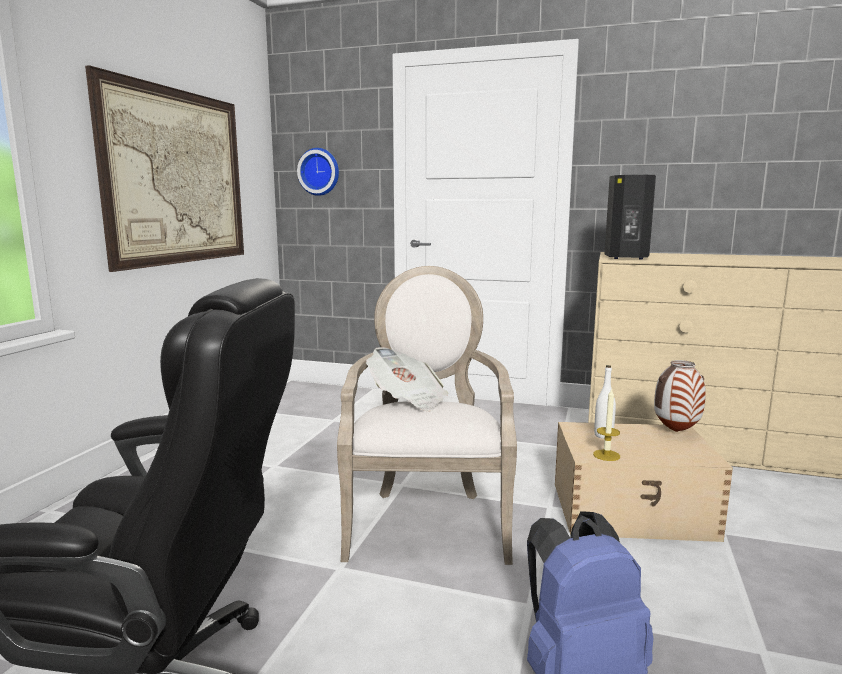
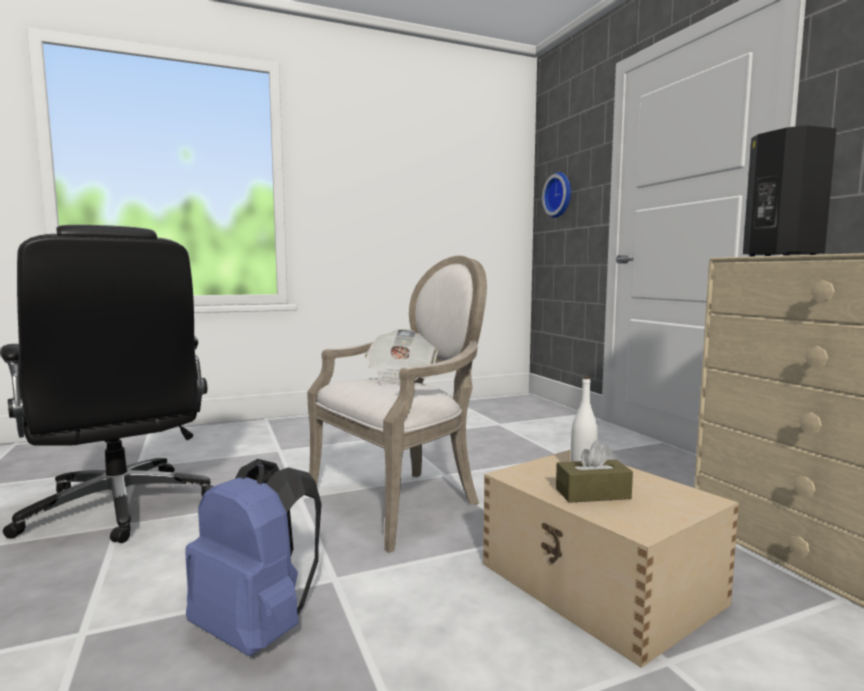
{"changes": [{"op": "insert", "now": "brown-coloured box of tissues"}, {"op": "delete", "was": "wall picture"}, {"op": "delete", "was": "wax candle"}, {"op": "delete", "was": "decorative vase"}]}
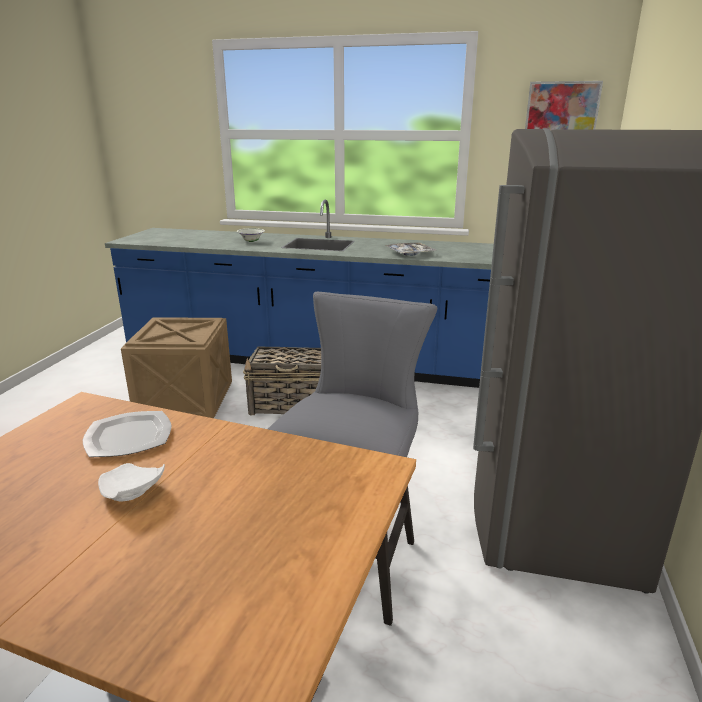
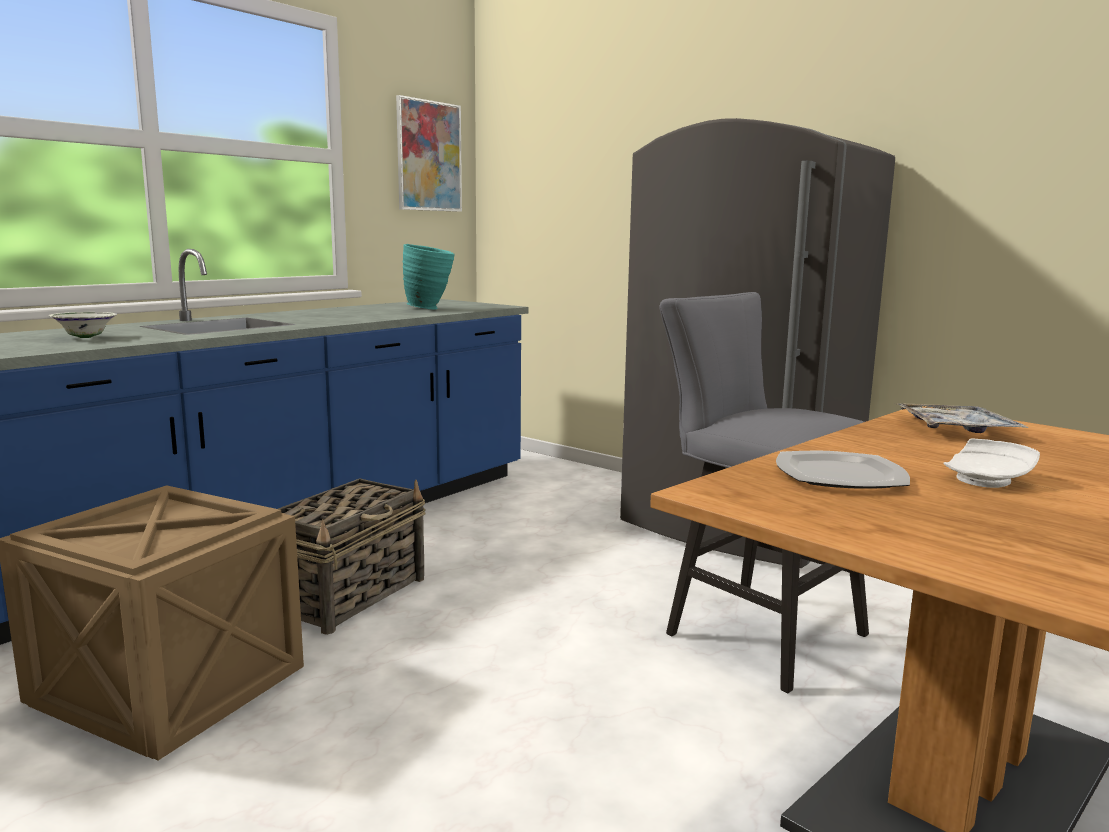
{"changes": [{"op": "insert", "now": "blue-green decorative vase"}, {"op": "move", "was": "serving tray"}]}
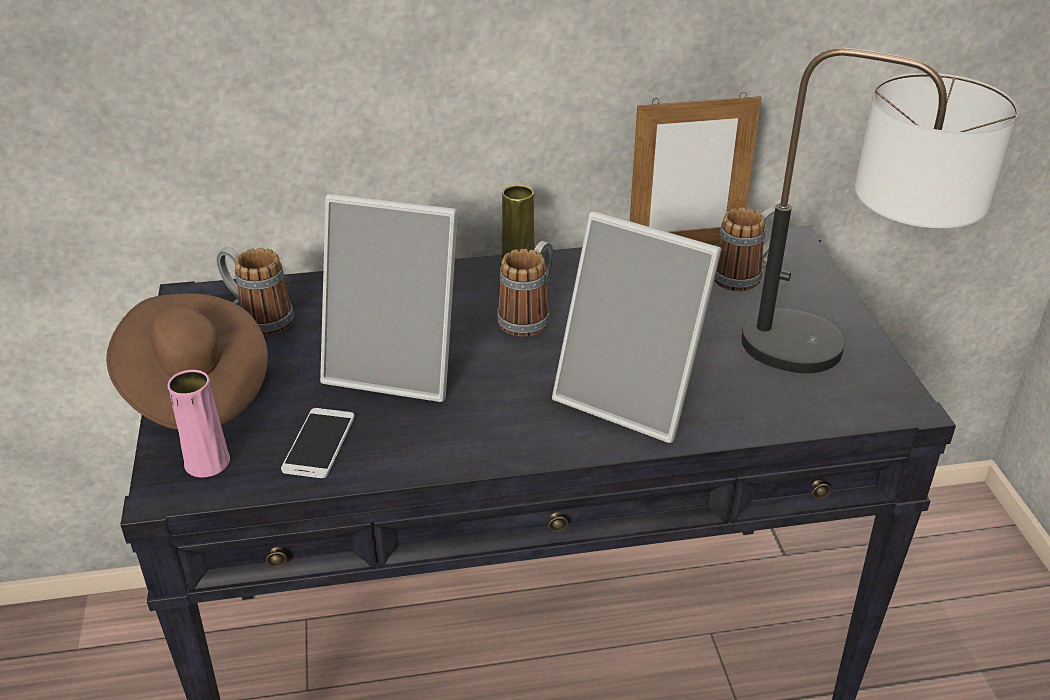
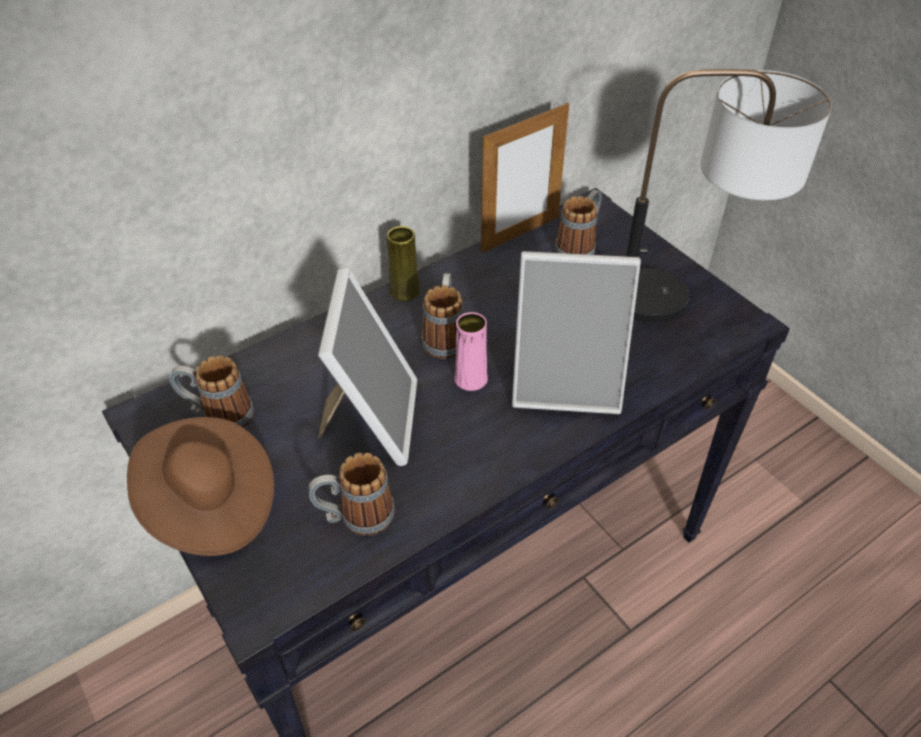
{"changes": [{"op": "replace", "was": "phone", "now": "coffee mug (2nd from left)"}, {"op": "rotate", "was": "picture frame (1st from left)", "clockwise": -75}, {"op": "move", "was": "pinkish decorative vase"}]}
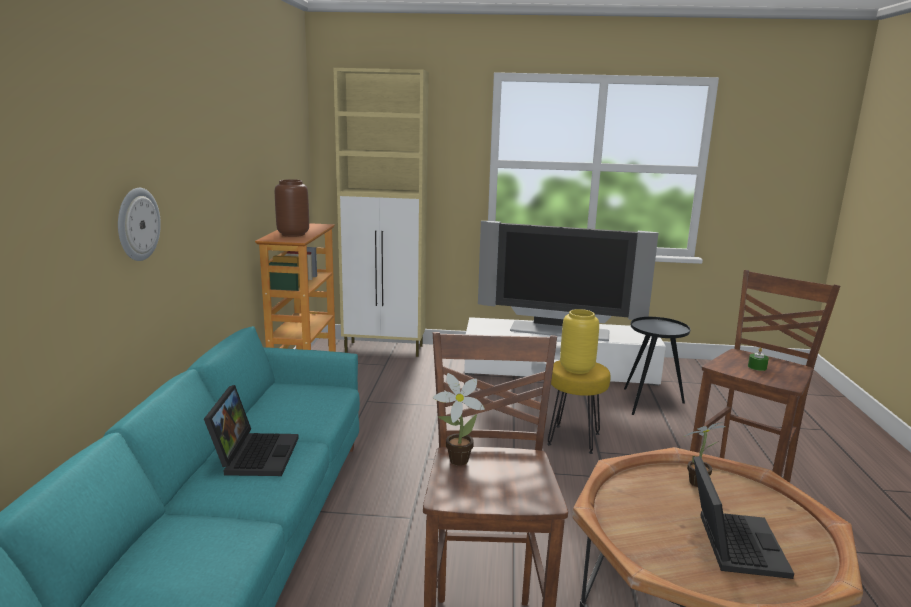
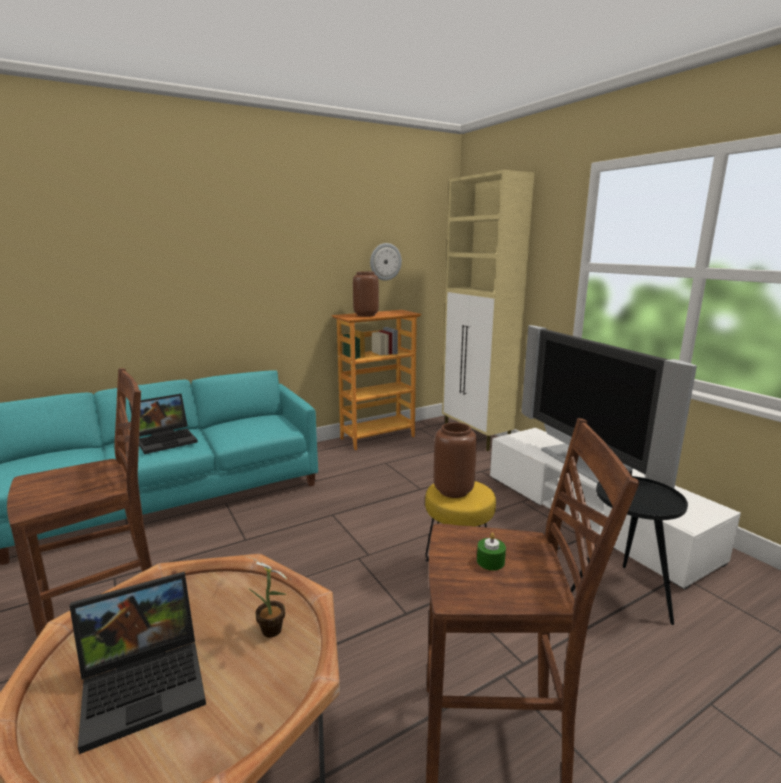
{"changes": [{"op": "move", "was": "hanging clock"}, {"op": "recolor", "was": "yellow-coloured decorative vase", "now": "brown-coloured decorative vase (2nd from left)"}, {"op": "delete", "was": "potted plant (1st from left)"}]}
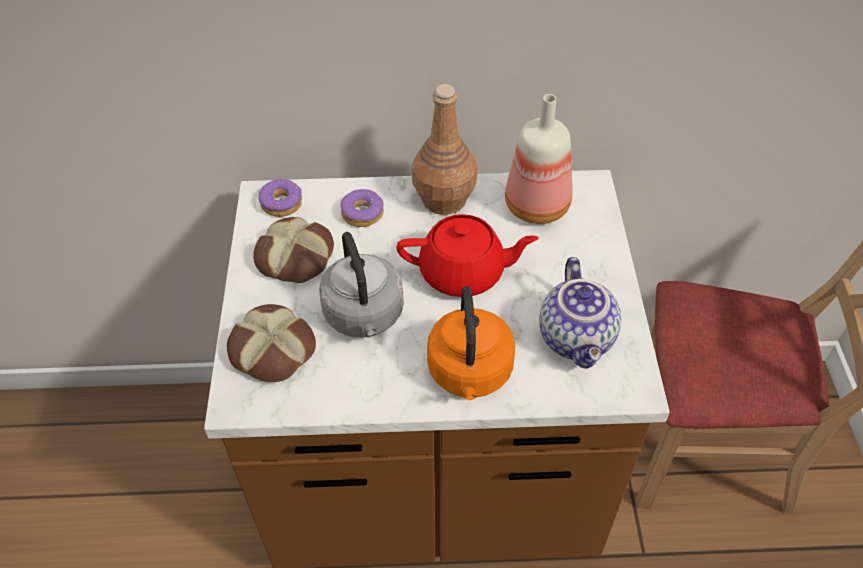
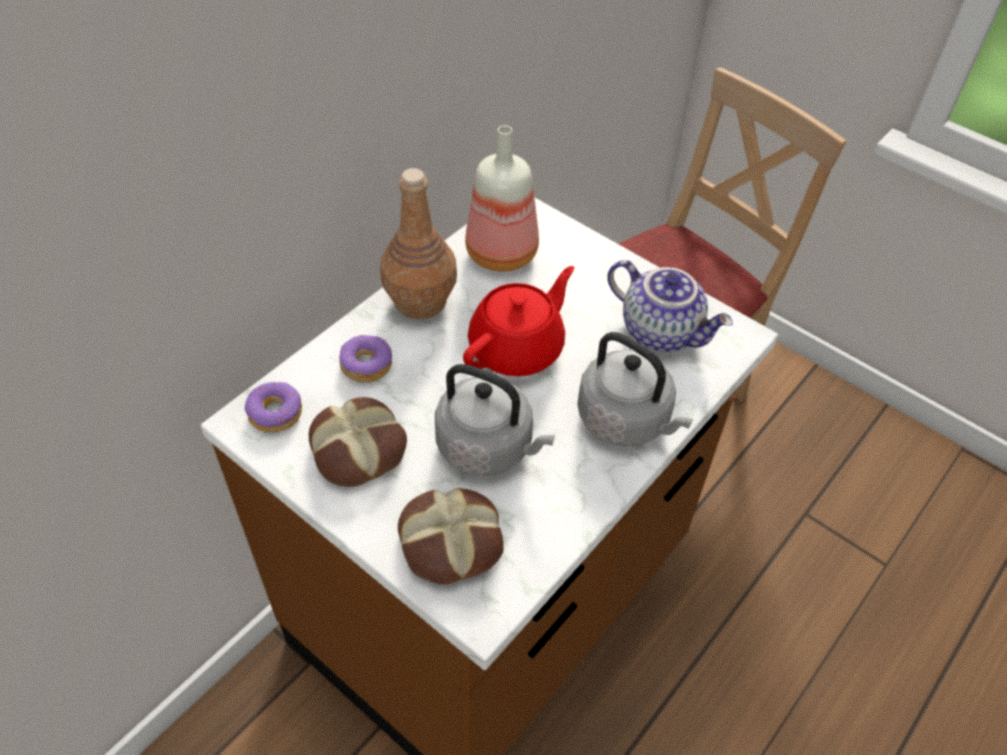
{"changes": [{"op": "recolor", "was": "orange tea kettle", "now": "greyish tea kettle (2nd from left)"}]}
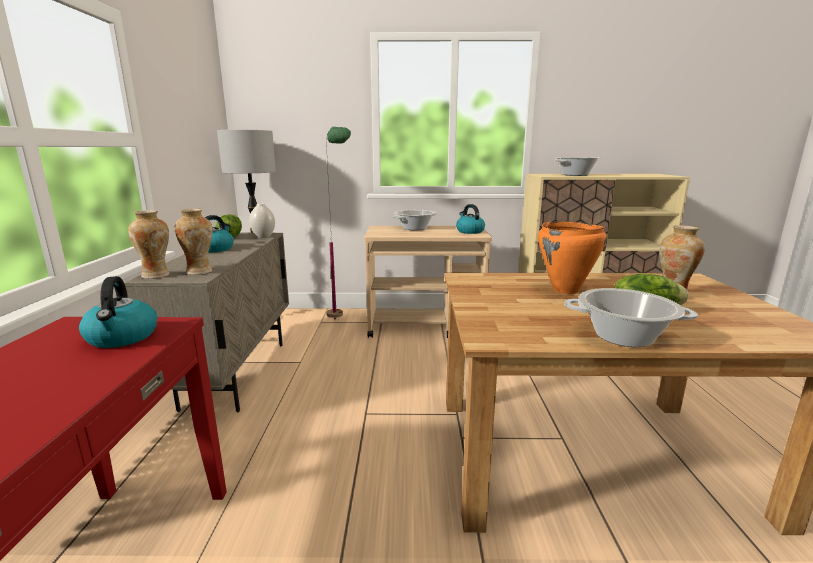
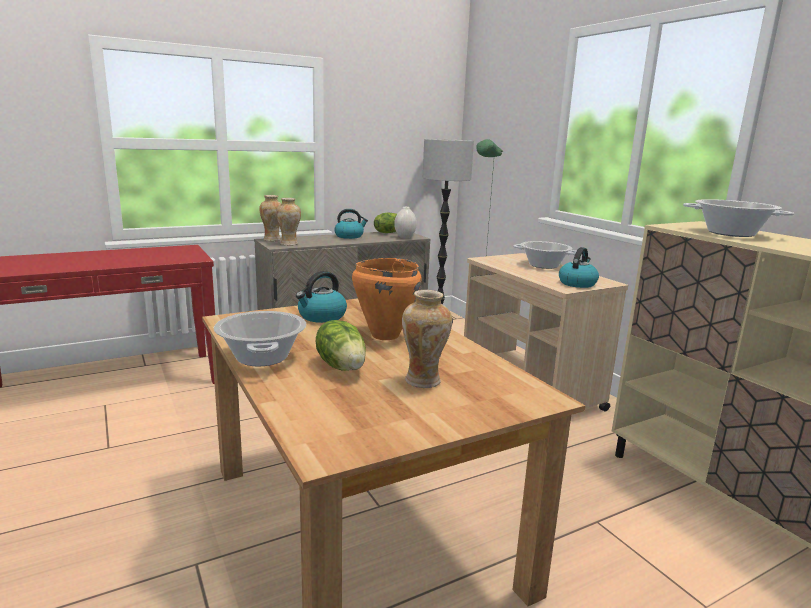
{"changes": [{"op": "move", "was": "tea kettle (1st from left)"}]}
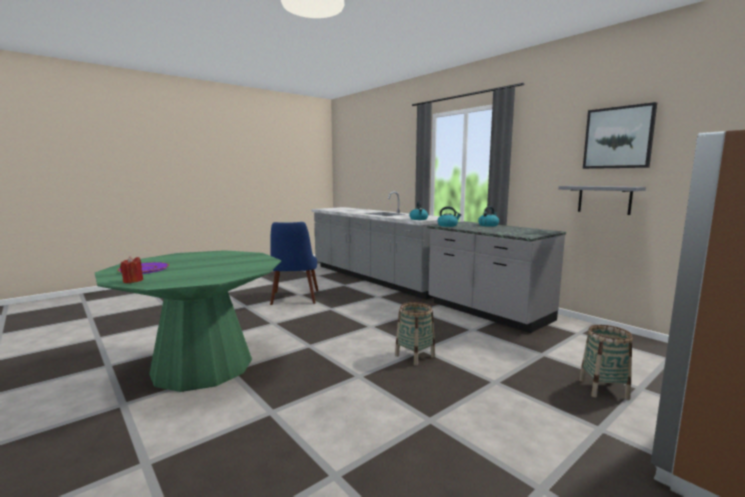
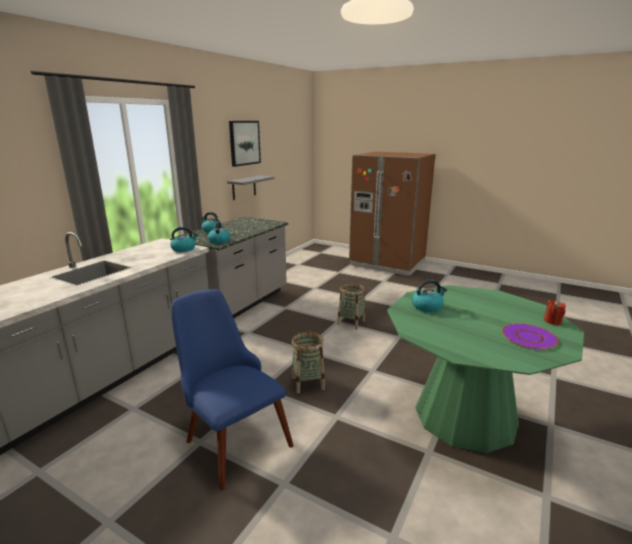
{"changes": [{"op": "rotate", "was": "blue-coloured plain chair", "clockwise": -105}, {"op": "move", "was": "household basket (2nd from left in the first image)", "now": "household basket (1st from left)"}, {"op": "insert", "now": "tea kettle (4th from left)"}]}
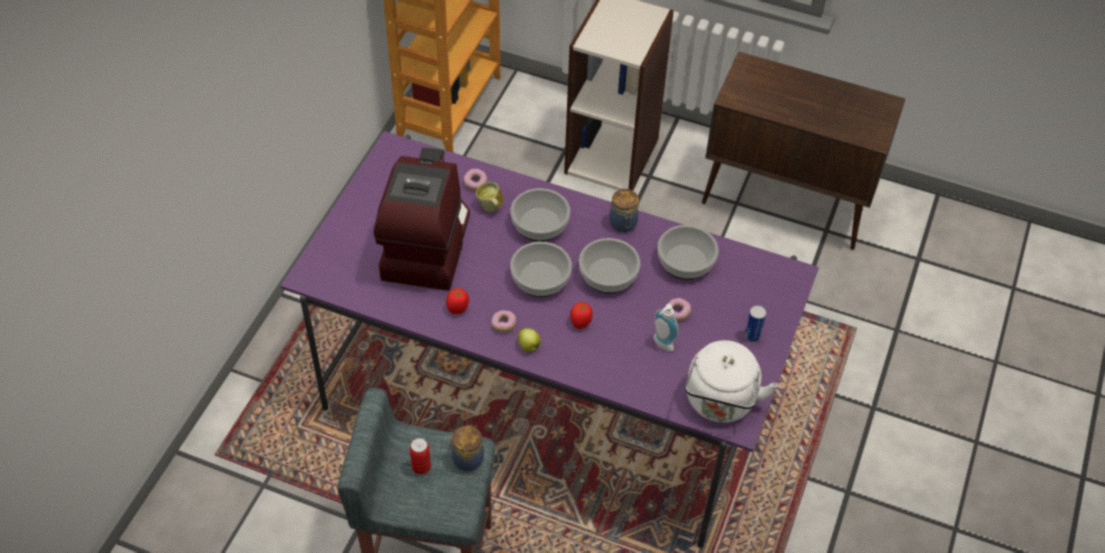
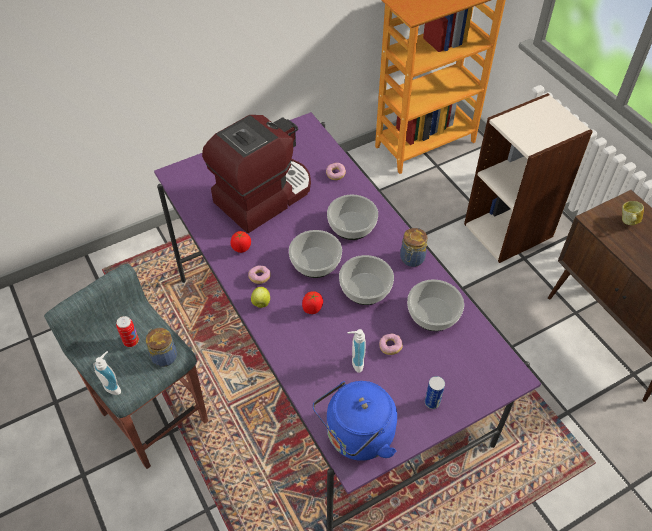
{"changes": [{"op": "insert", "now": "soap bottle (1st from left)"}, {"op": "recolor", "was": "whitish tea kettle", "now": "blue-coloured tea kettle"}, {"op": "move", "was": "coffee mug"}]}
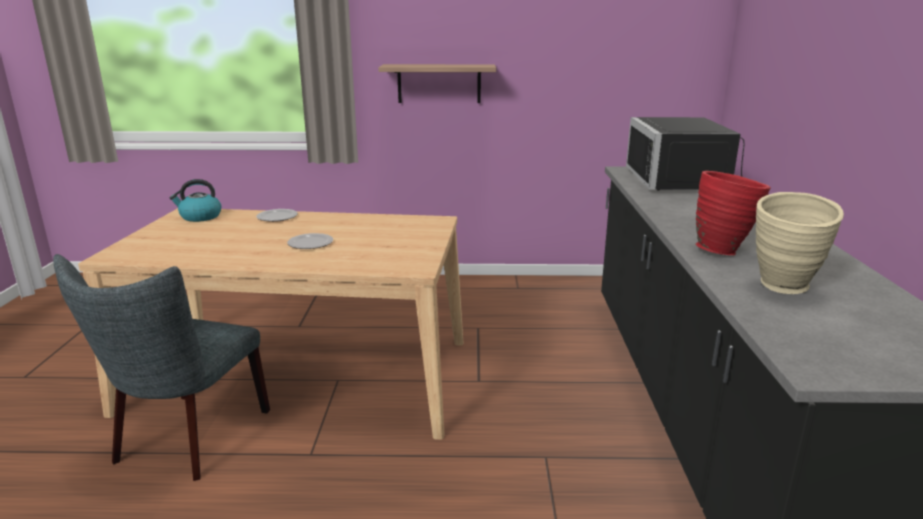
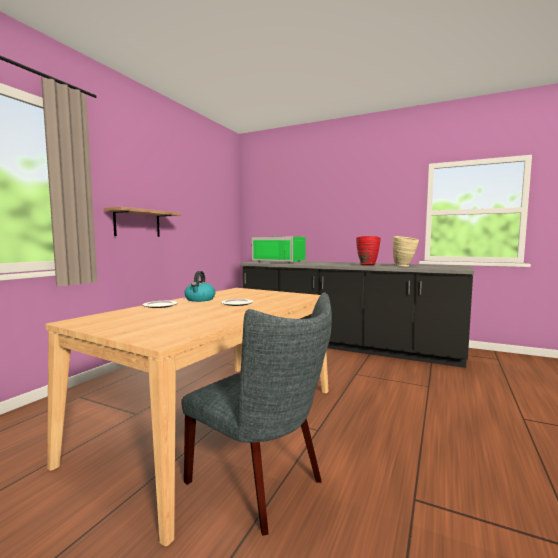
{"changes": [{"op": "move", "was": "tea kettle"}, {"op": "recolor", "was": "black-coloured kitchen microwave", "now": "green-coloured kitchen microwave"}]}
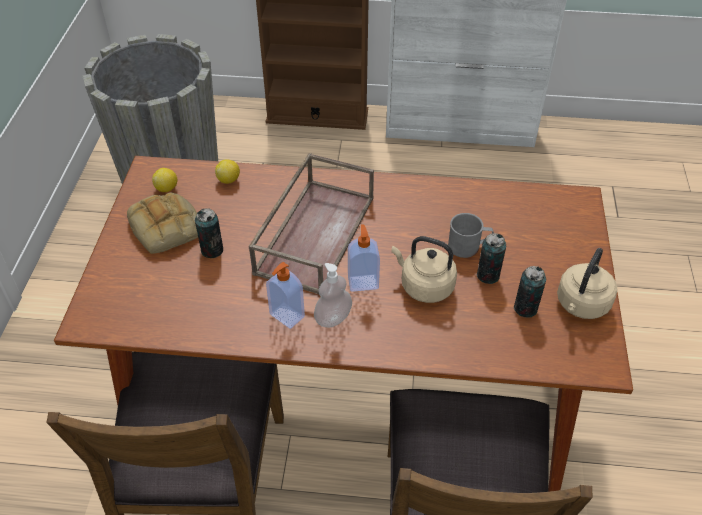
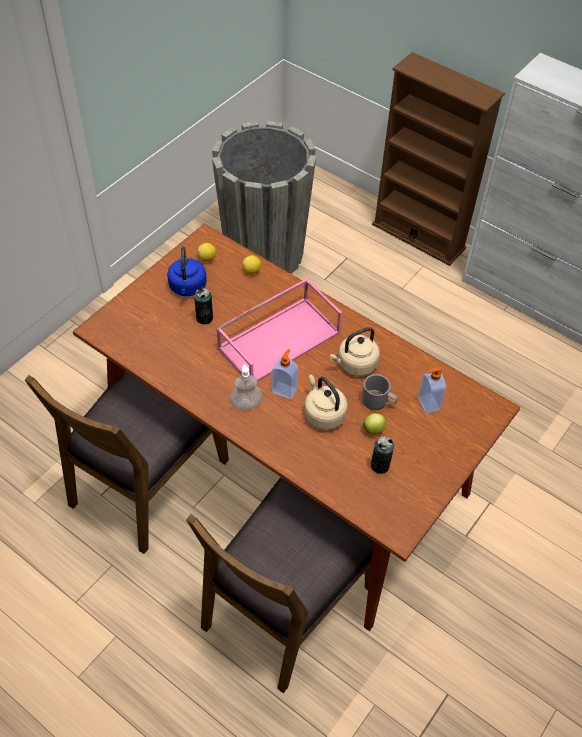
{"changes": [{"op": "replace", "was": "bakery bread", "now": "blue-coloured tea kettle"}, {"op": "recolor", "was": "brown-coloured serving tray", "now": "pinkish serving tray"}, {"op": "move", "was": "beige-coloured tea kettle (2nd from left)"}, {"op": "replace", "was": "metal can (2nd from left)", "now": "whole apple"}, {"op": "move", "was": "soap bottle (1st from left in the first image)", "now": "soap bottle (3rd from left)"}]}
